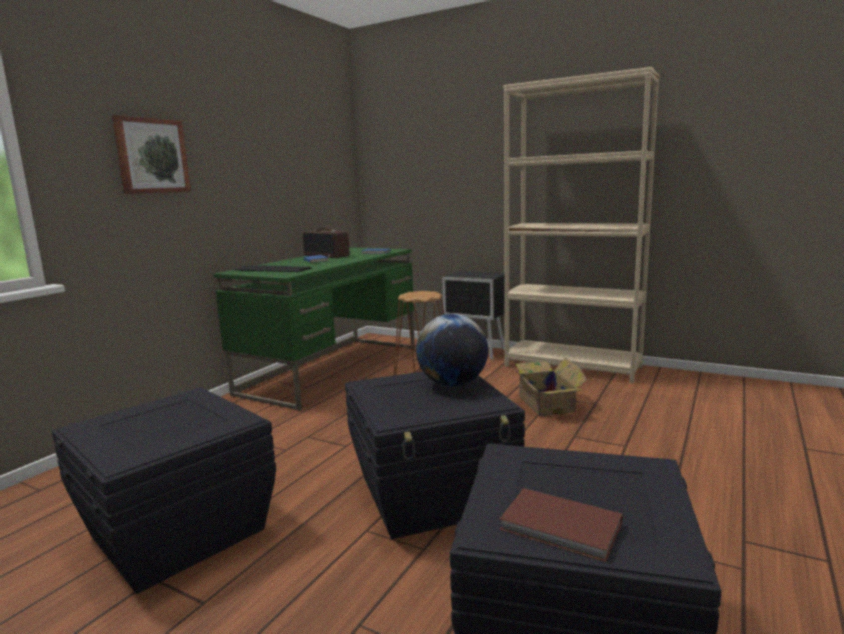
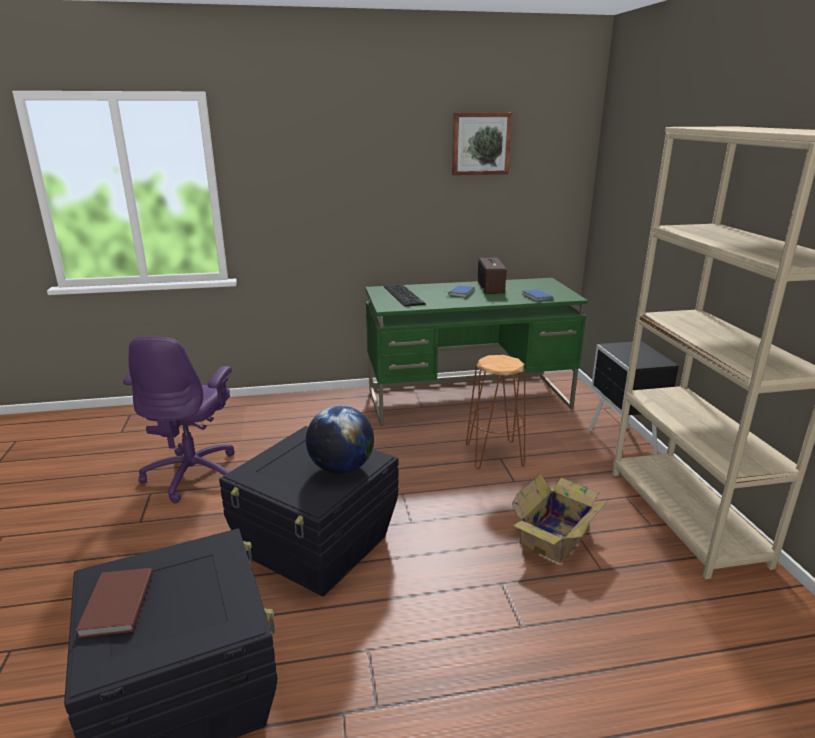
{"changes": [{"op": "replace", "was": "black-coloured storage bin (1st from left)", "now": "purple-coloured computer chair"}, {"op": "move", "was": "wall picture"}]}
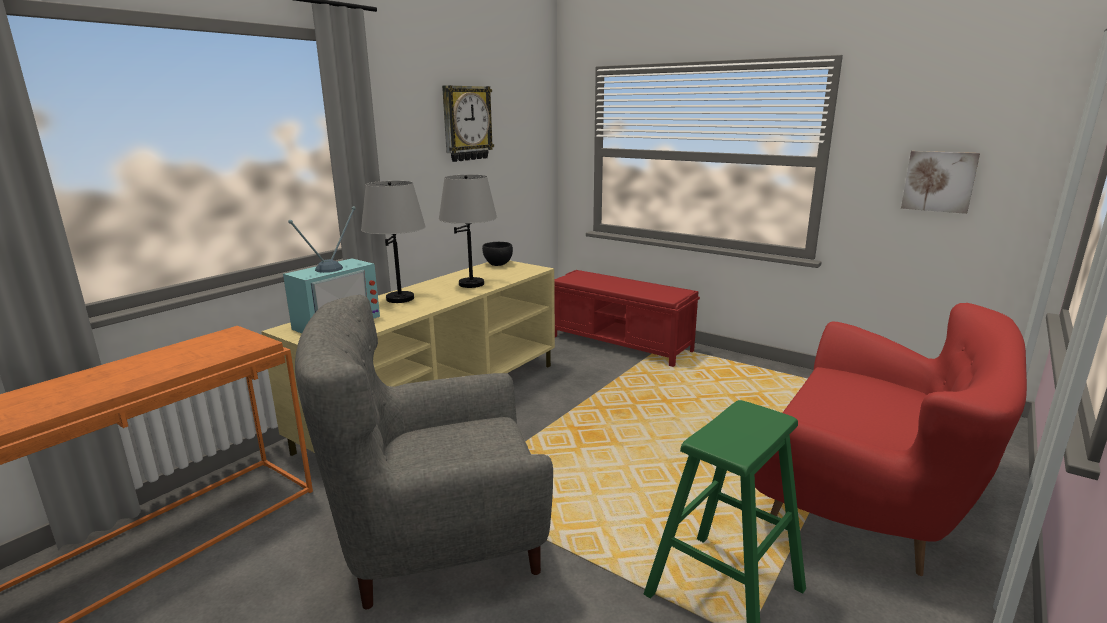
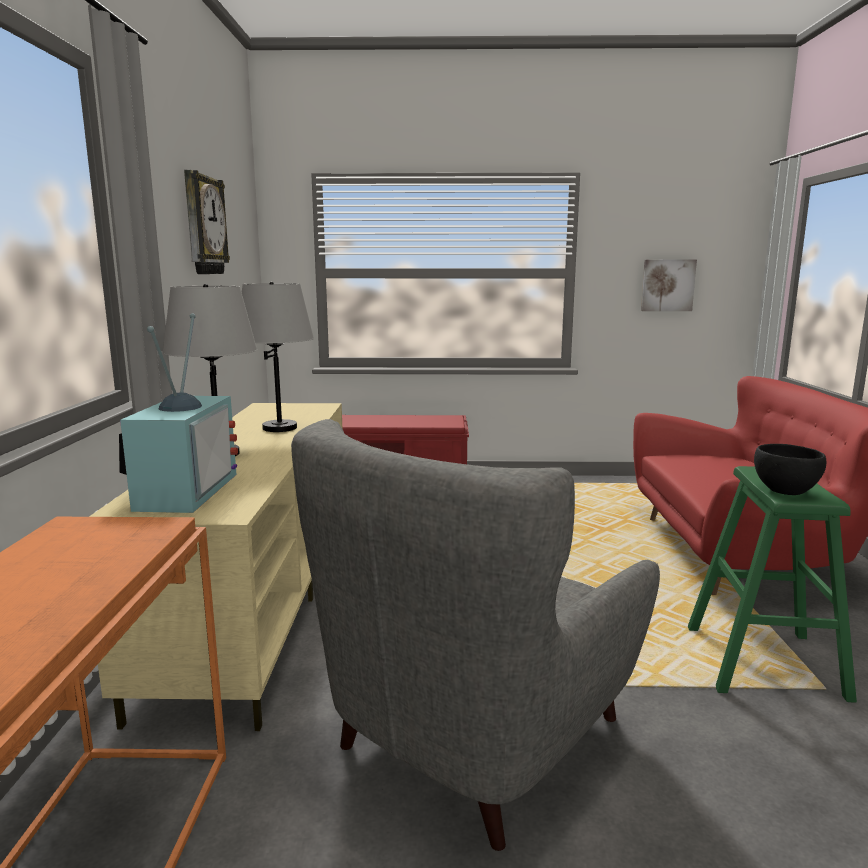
{"changes": [{"op": "move", "was": "black-coloured deep dish"}]}
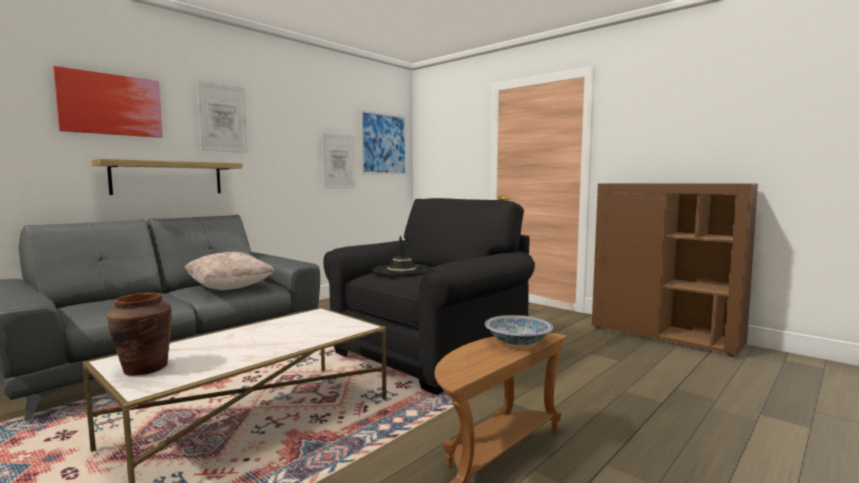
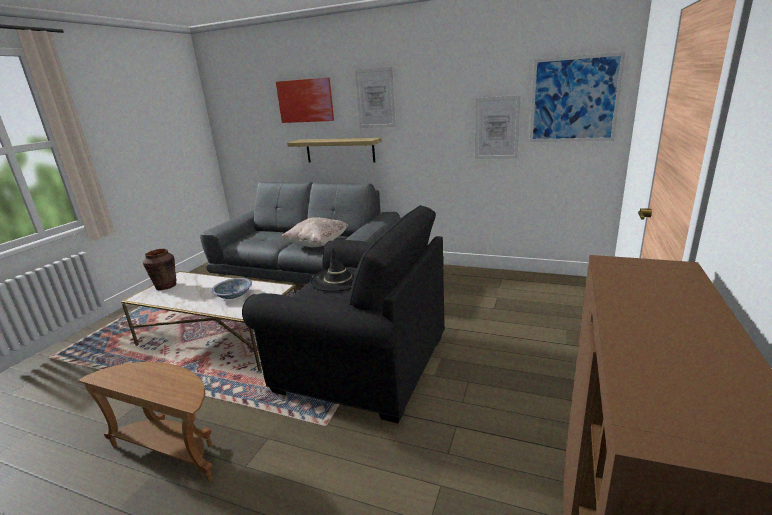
{"changes": [{"op": "move", "was": "deep dish"}]}
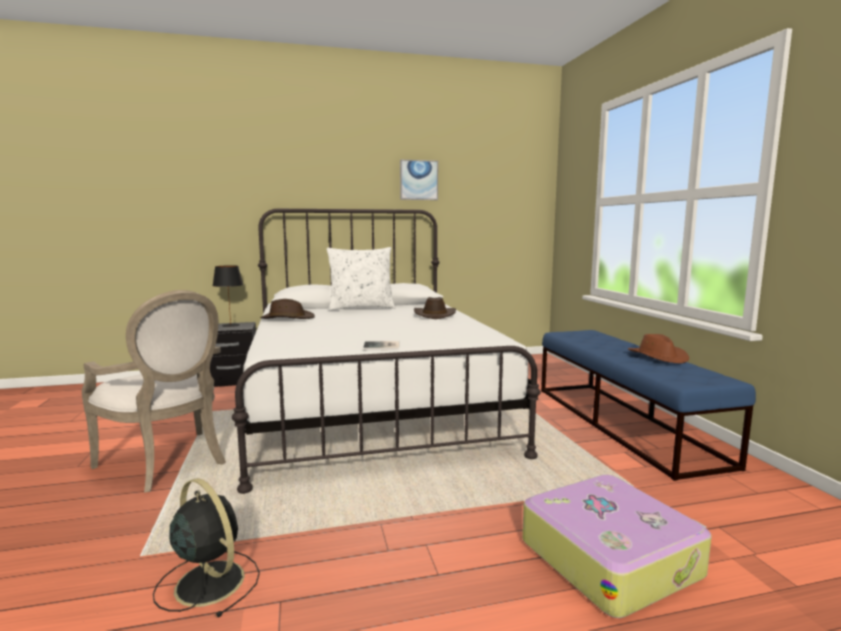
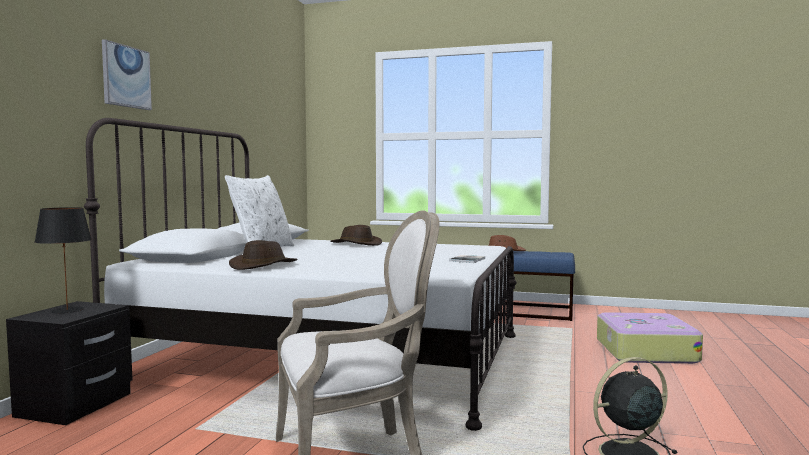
{"changes": [{"op": "move", "was": "wall picture"}]}
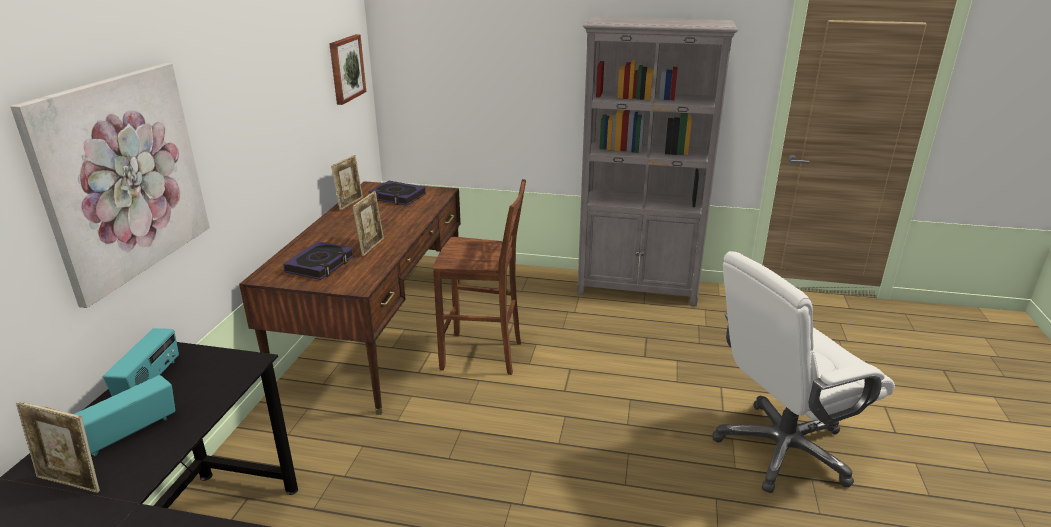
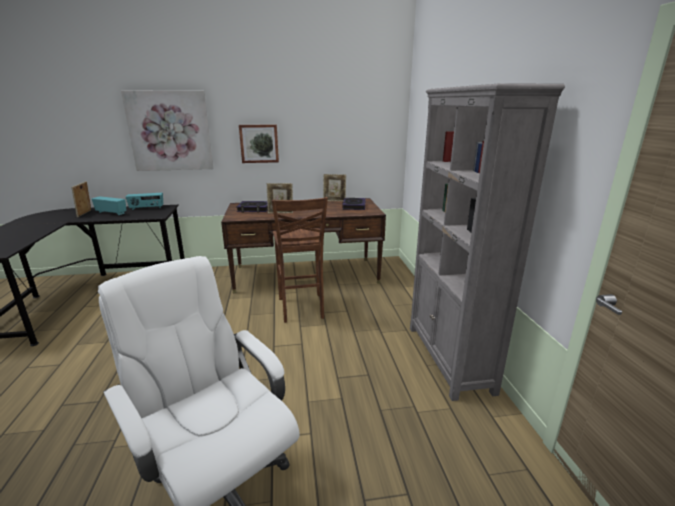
{"changes": [{"op": "move", "was": "wall picture (2nd from left)"}]}
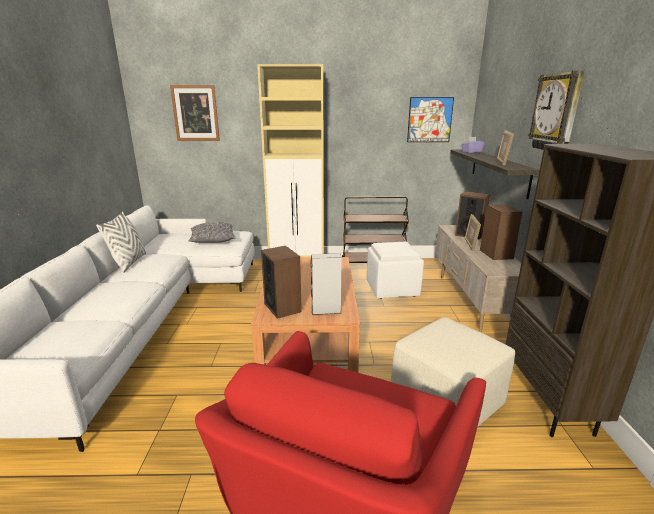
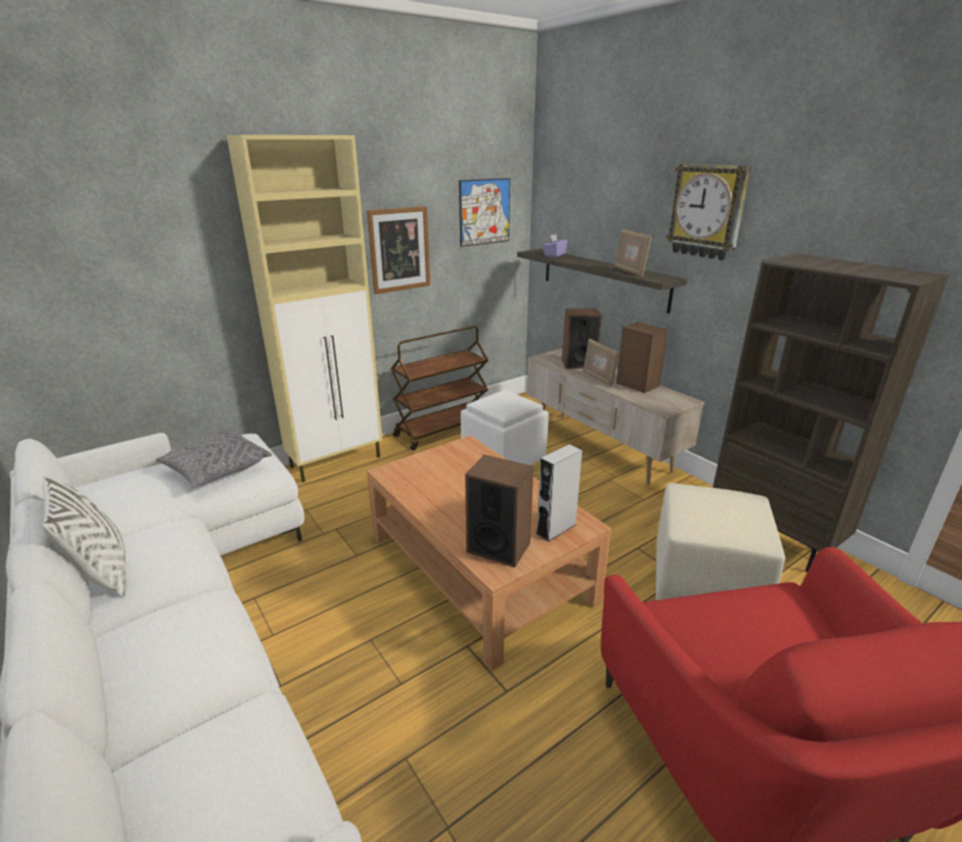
{"changes": [{"op": "move", "was": "wall picture (1st from left)"}]}
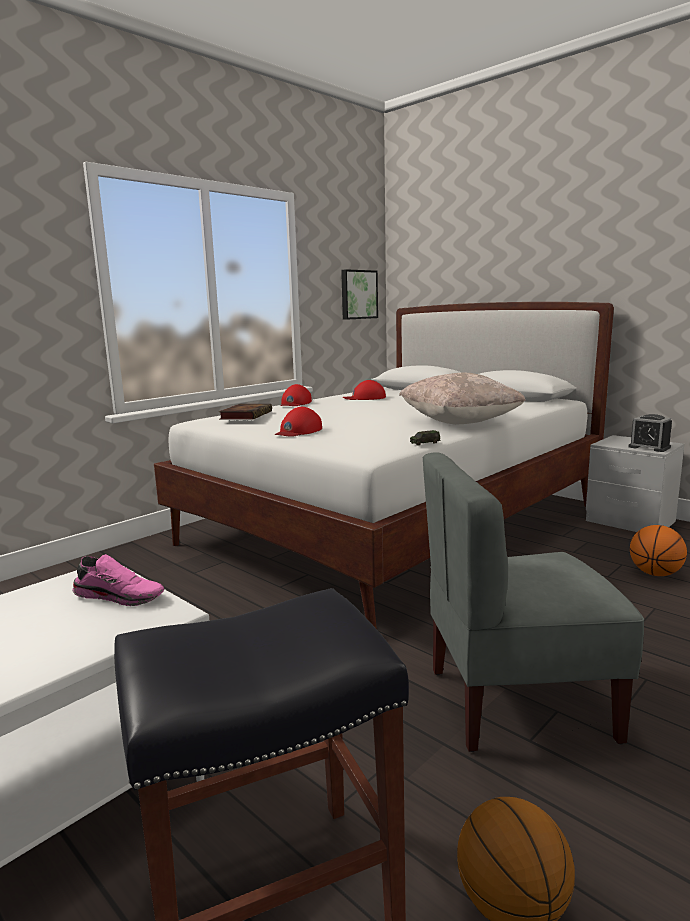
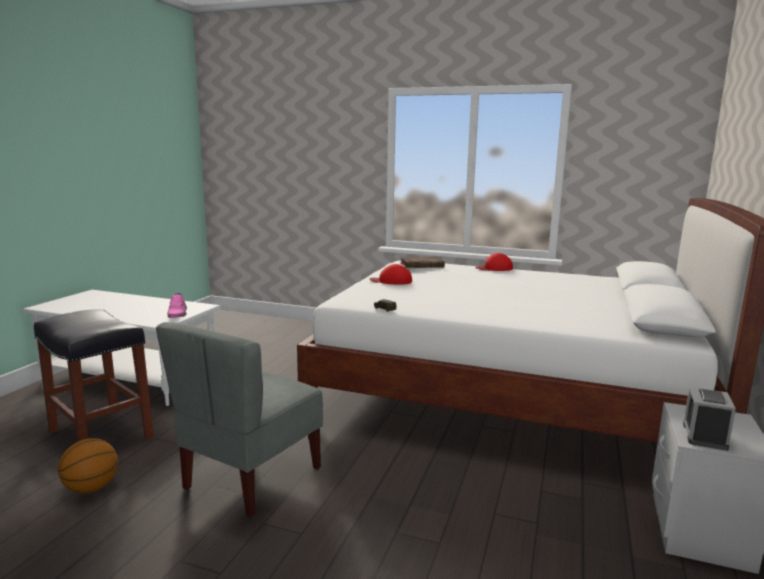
{"changes": [{"op": "rotate", "was": "greyish plain chair", "clockwise": -120}, {"op": "delete", "was": "wall picture"}, {"op": "delete", "was": "red-coloured peaked cap (3rd from left)"}, {"op": "delete", "was": "beige-coloured cushion"}, {"op": "delete", "was": "basketball (2nd from left)"}]}
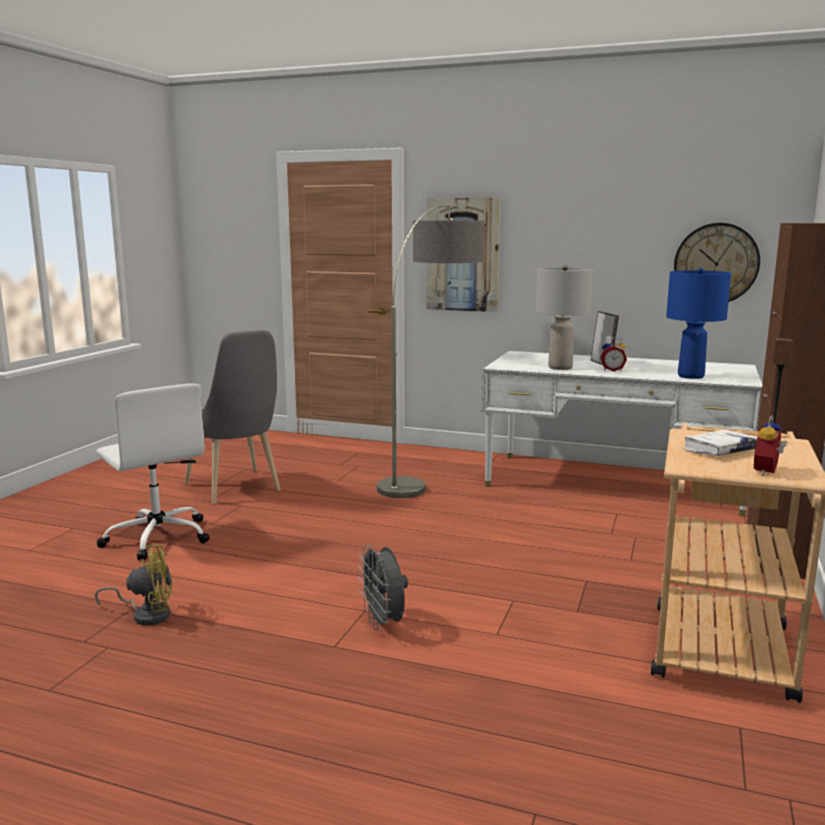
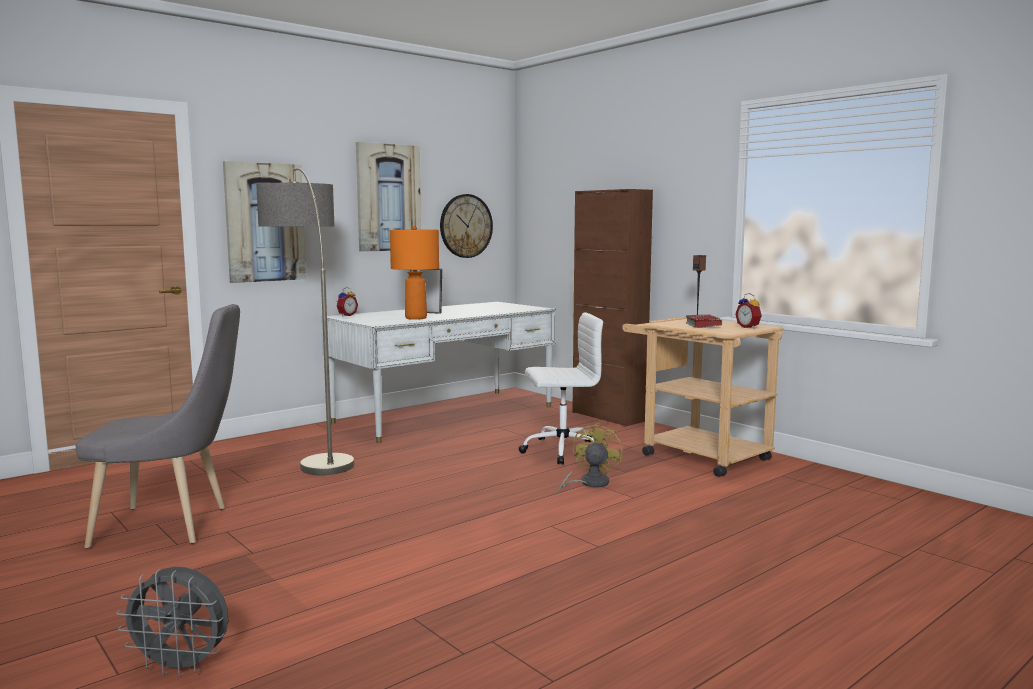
{"changes": [{"op": "move", "was": "greyish electric fan"}, {"op": "move", "was": "alarm clock (1st from left)"}, {"op": "insert", "now": "wall picture (2nd from left)"}, {"op": "recolor", "was": "greyish lamp for a table", "now": "orange lamp for a table"}, {"op": "move", "was": "whitish computer chair"}, {"op": "move", "was": "yellow-coloured electric fan"}, {"op": "recolor", "was": "whitish volume", "now": "red-coloured volume"}, {"op": "delete", "was": "blue-coloured lamp for a table"}]}
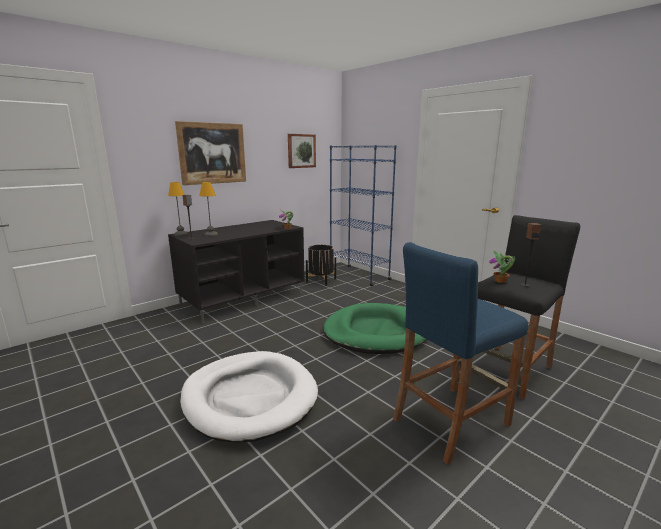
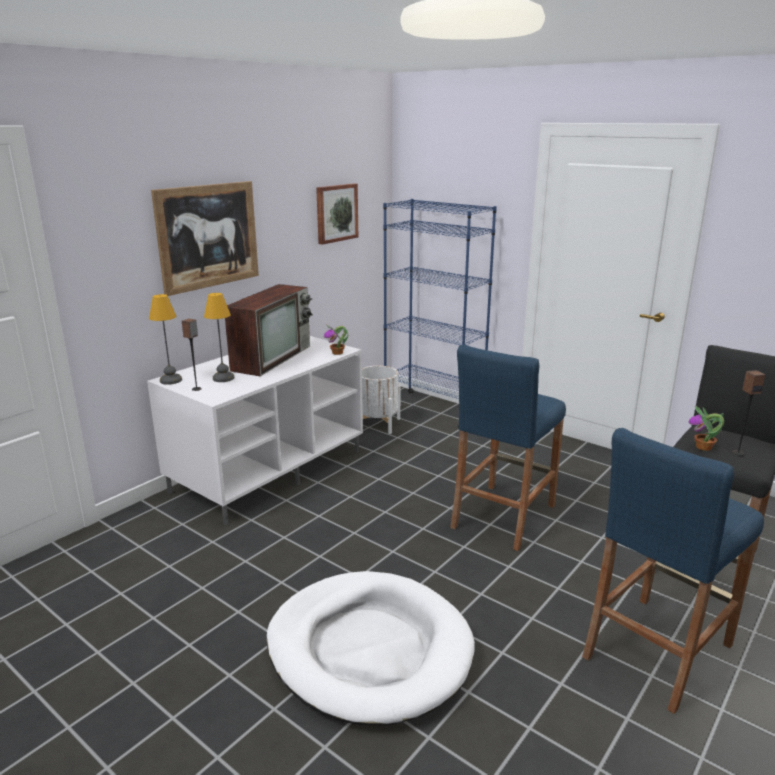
{"changes": [{"op": "recolor", "was": "black-coloured media console", "now": "whitish media console"}, {"op": "insert", "now": "television"}, {"op": "recolor", "was": "black-coloured planter", "now": "whitish planter"}, {"op": "replace", "was": "green-coloured dog cushion", "now": "blue-coloured sitting stool (1st from left)"}]}
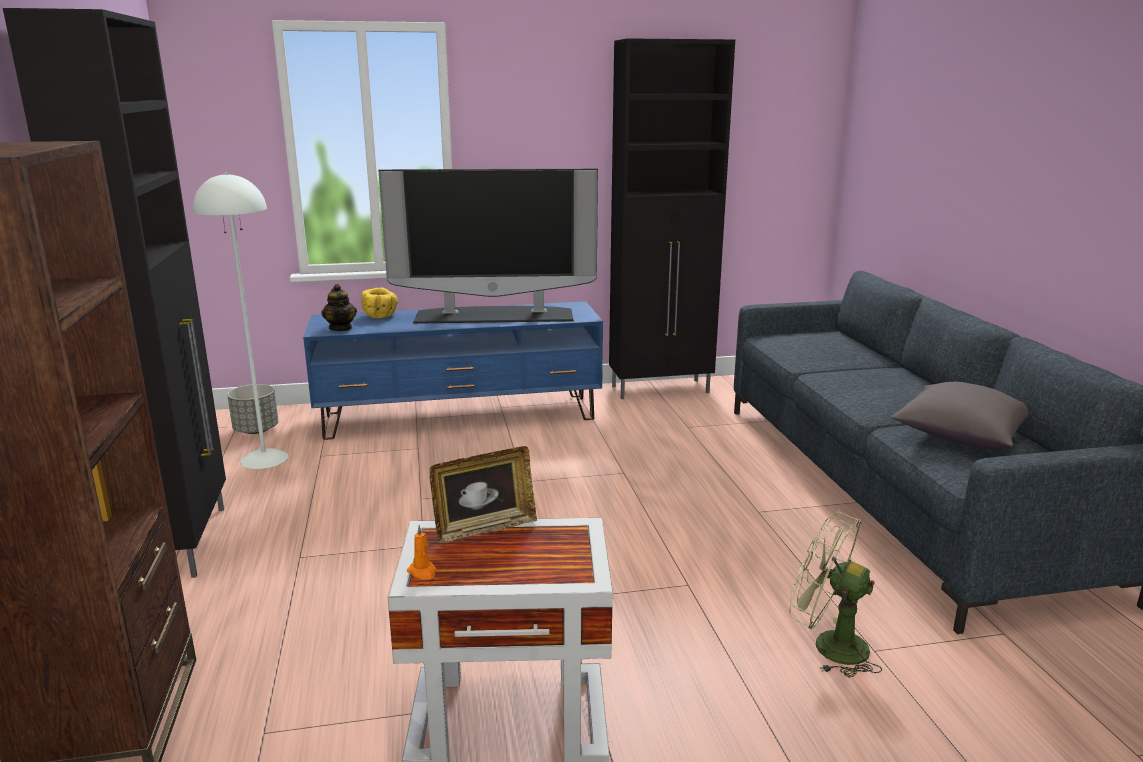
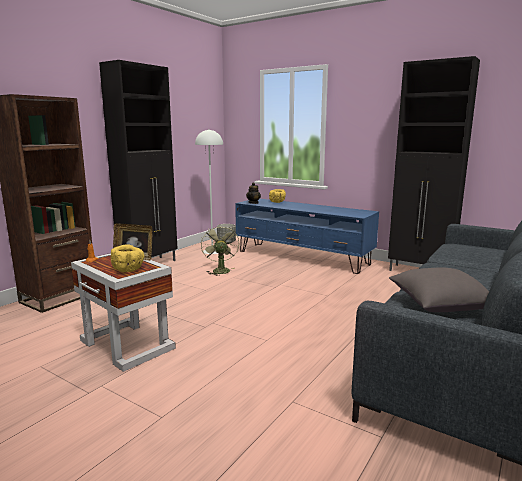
{"changes": [{"op": "insert", "now": "yellow-coloured deep dish (1st from left)"}, {"op": "move", "was": "green-coloured electric fan"}, {"op": "delete", "was": "television"}]}
